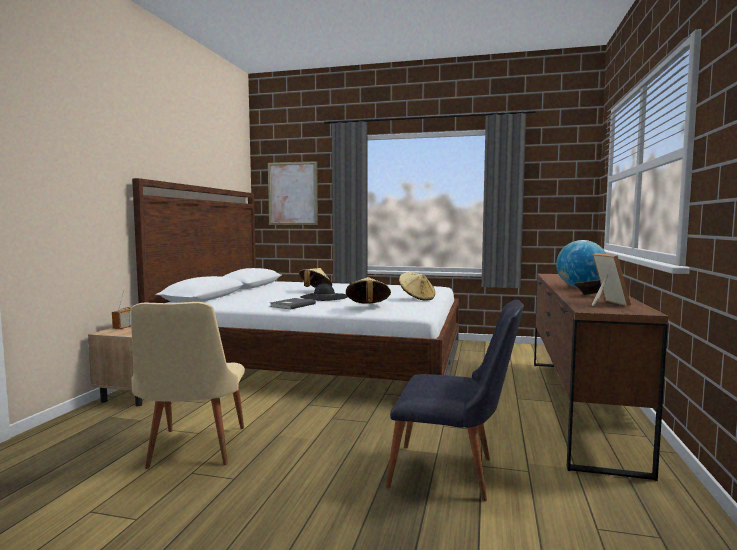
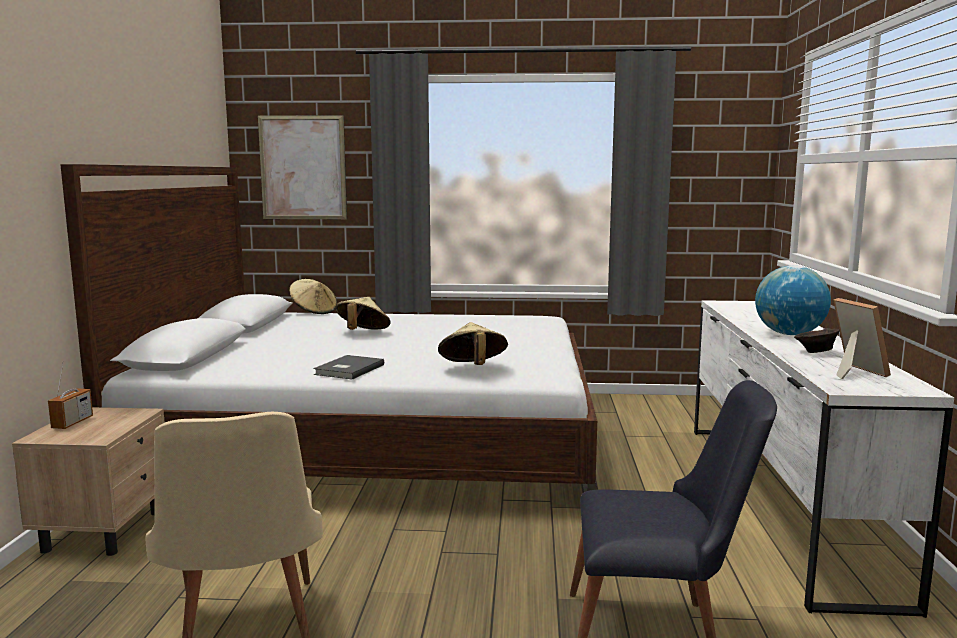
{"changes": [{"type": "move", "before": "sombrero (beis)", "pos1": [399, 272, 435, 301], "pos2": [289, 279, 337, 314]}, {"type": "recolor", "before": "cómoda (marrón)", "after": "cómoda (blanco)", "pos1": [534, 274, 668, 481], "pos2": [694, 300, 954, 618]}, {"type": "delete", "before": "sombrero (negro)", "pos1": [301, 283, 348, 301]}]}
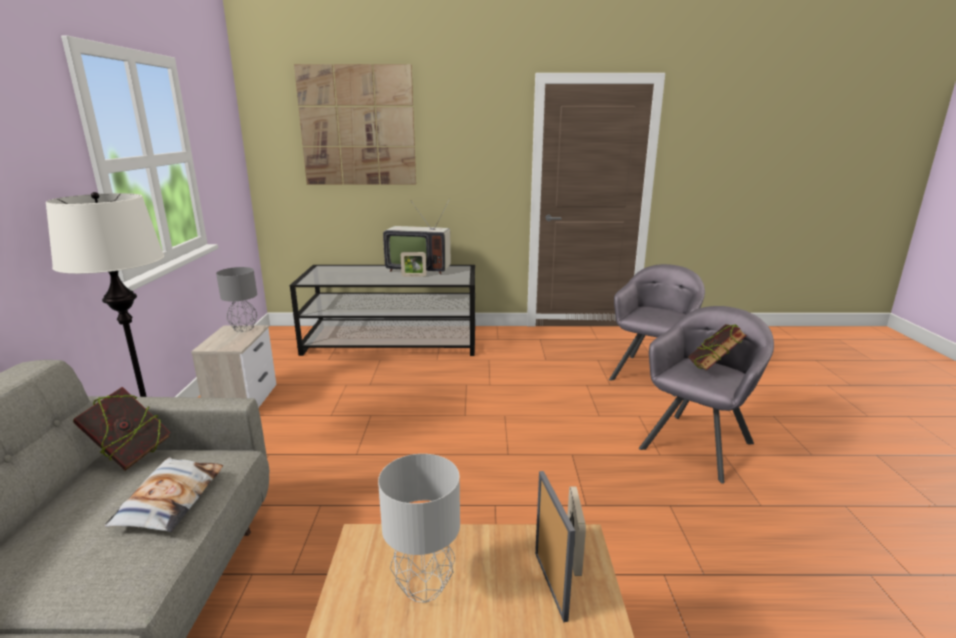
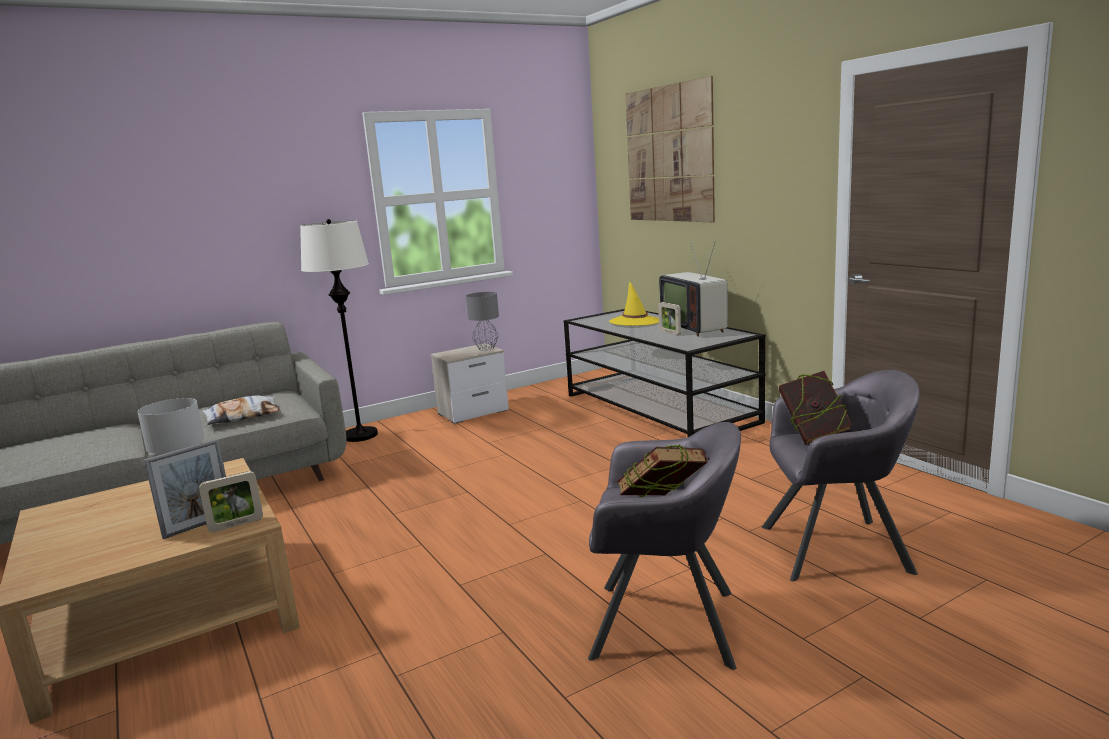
{"changes": [{"type": "move", "before": "libro", "pos1": [73, 387, 171, 471], "pos2": [779, 371, 852, 445]}, {"type": "insert", "after": "sombrero (amarillo)", "pos2": [609, 282, 659, 326]}]}
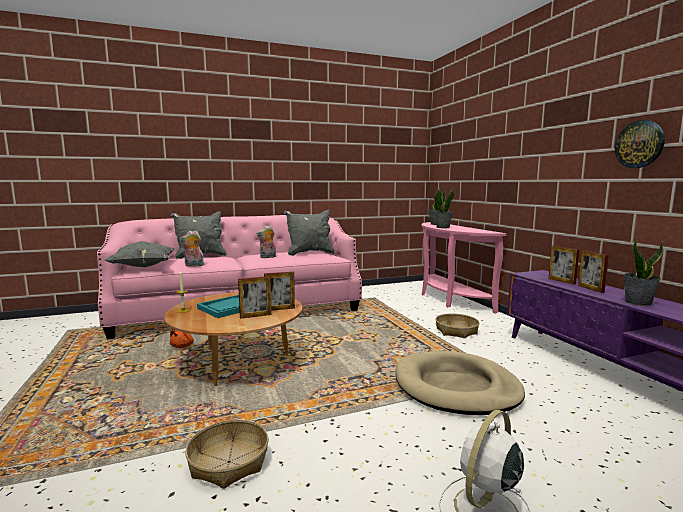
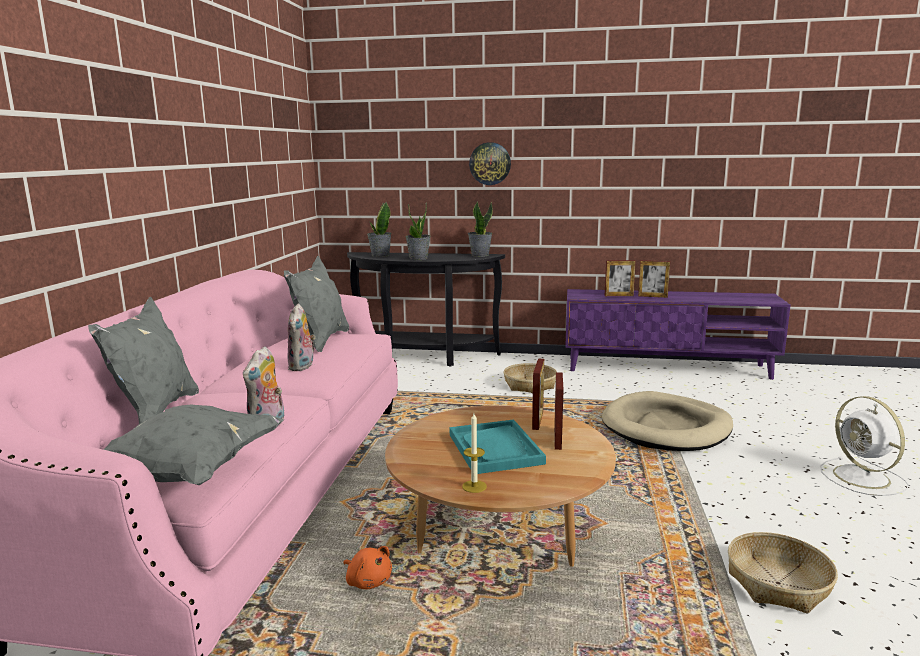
{"changes": [{"type": "move", "before": "reloj de pared", "pos1": [615, 120, 665, 168], "pos2": [469, 142, 511, 185]}, {"type": "recolor", "before": "mesa consola (rosa)", "after": "mesa consola (negro)", "pos1": [422, 222, 507, 314], "pos2": [347, 252, 505, 367]}, {"type": "move", "before": "planta en maceta", "pos1": [624, 237, 664, 306], "pos2": [468, 202, 493, 257]}]}
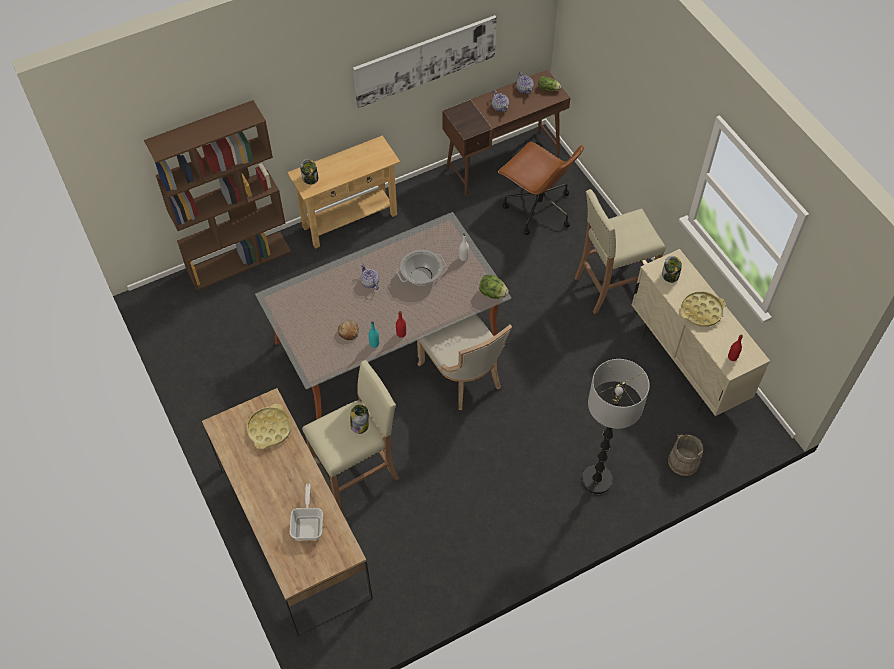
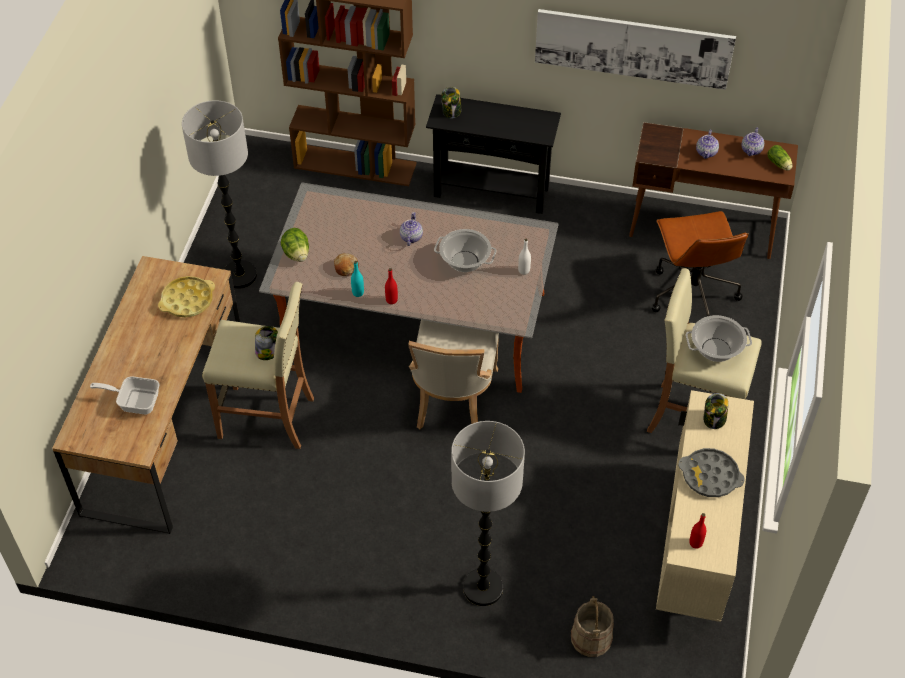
{"changes": [{"type": "recolor", "before": "mesa consola (beis)", "after": "mesa consola (negro)", "pos1": [287, 135, 400, 249], "pos2": [426, 94, 561, 214]}, {"type": "move", "before": "lechuga", "pos1": [479, 275, 509, 299], "pos2": [281, 228, 309, 262]}, {"type": "recolor", "before": "bandeja (amarillo)", "after": "bandeja (gris)", "pos1": [679, 291, 726, 327], "pos2": [678, 448, 745, 497]}, {"type": "rotate", "before": "sartén", "pos1": [290, 484, 323, 540], "pos2": [90, 377, 159, 414], "turn": -120}, {"type": "insert", "after": "lámpara de pie", "pos2": [182, 100, 257, 289]}, {"type": "insert", "after": "olla", "pos2": [686, 315, 752, 362]}]}
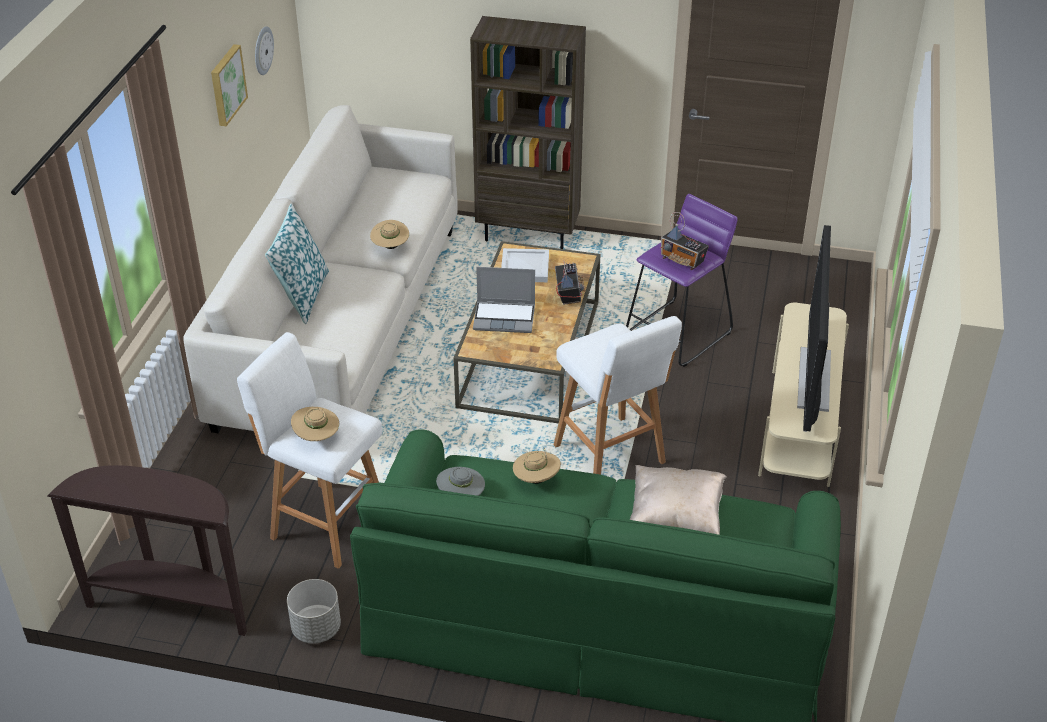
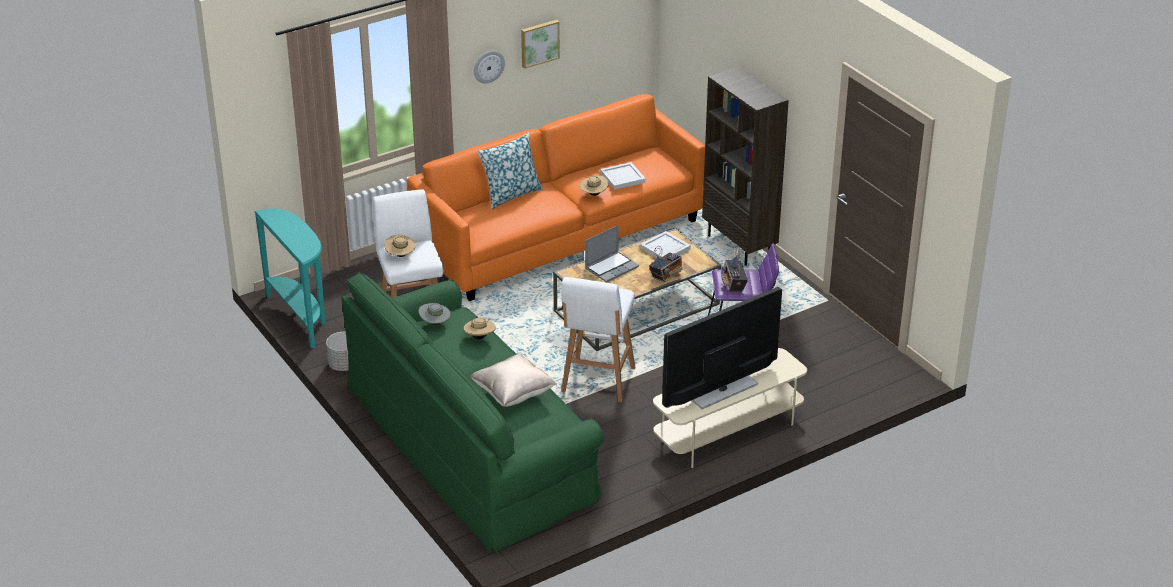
{"changes": [{"type": "move", "before": "reloj de pared", "pos1": [255, 26, 274, 75], "pos2": [474, 51, 505, 83]}, {"type": "recolor", "before": "sofá (blanco)", "after": "sofá (naranja)", "pos1": [183, 105, 458, 433], "pos2": [407, 94, 705, 301]}, {"type": "rotate", "before": "portátil", "pos1": [473, 267, 535, 333], "pos2": [585, 225, 639, 283], "turn": -90}, {"type": "recolor", "before": "mesa consola (marrón)", "after": "mesa consola (turquesa)", "pos1": [48, 465, 247, 636], "pos2": [254, 209, 326, 348]}, {"type": "insert", "after": "bandeja (blanco)", "pos2": [600, 162, 646, 190]}]}
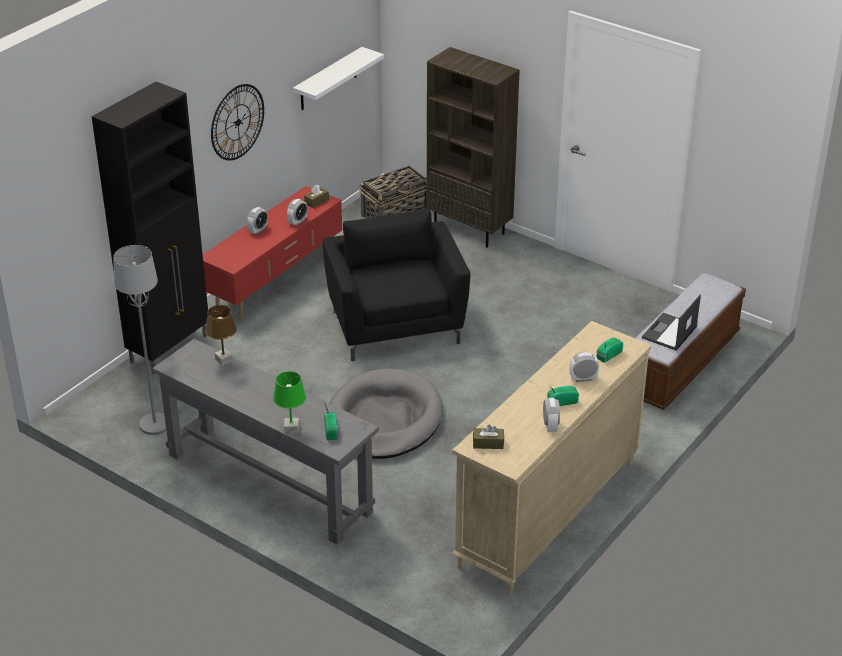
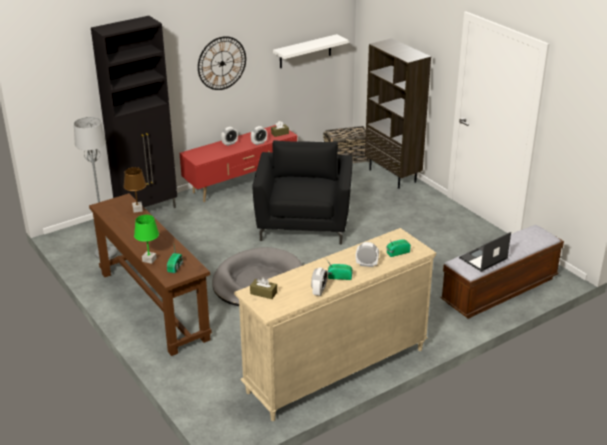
{"changes": [{"type": "recolor", "before": "mesa consola (gris)", "after": "mesa consola (marrón)", "pos1": [152, 339, 379, 545], "pos2": [89, 193, 212, 356]}]}
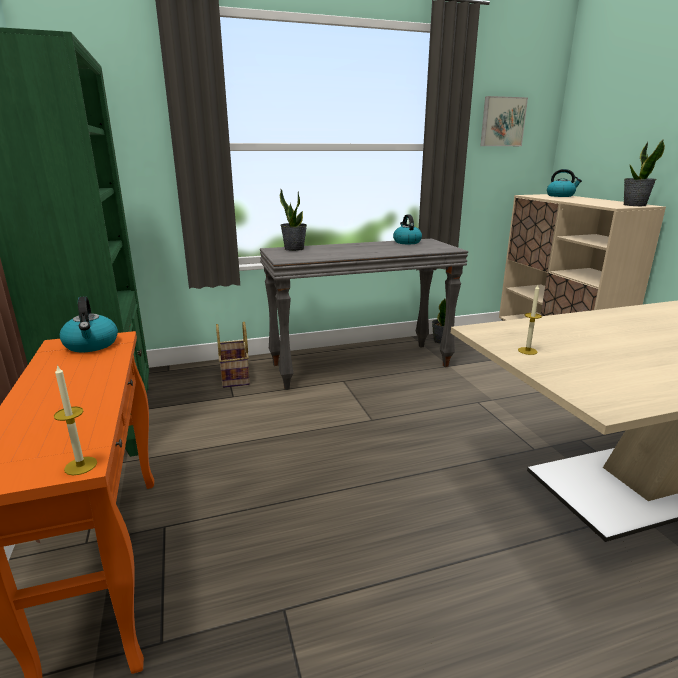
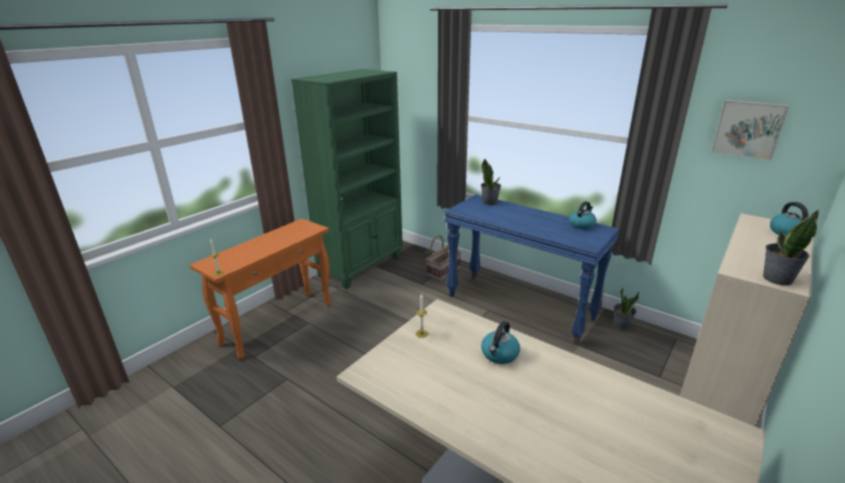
{"changes": [{"type": "recolor", "before": "mesa consola (gris)", "after": "mesa consola (azul)", "pos1": [260, 239, 468, 390], "pos2": [444, 194, 620, 345]}, {"type": "move", "before": "hervidor", "pos1": [60, 296, 118, 352], "pos2": [481, 321, 520, 364]}]}
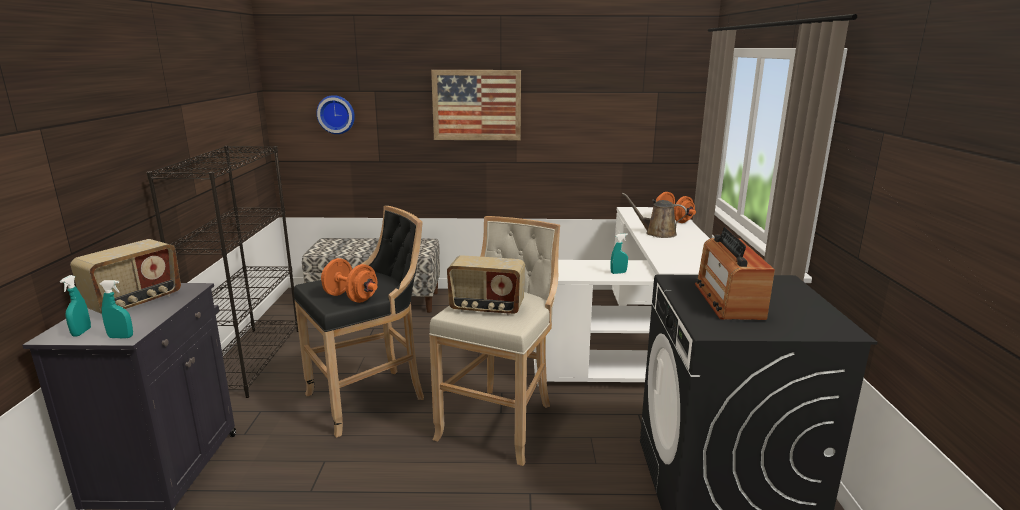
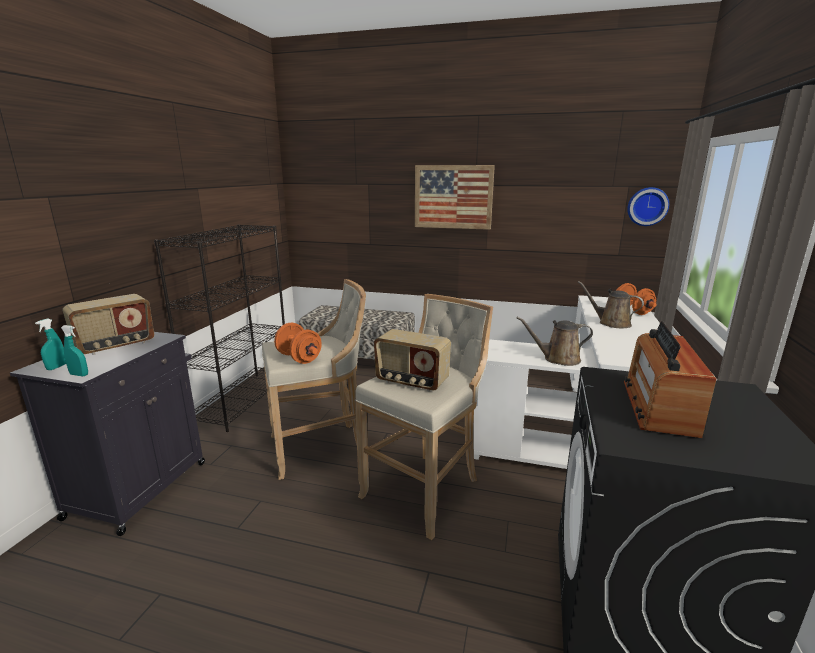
{"changes": [{"type": "move", "before": "reloj de pared", "pos1": [316, 95, 355, 134], "pos2": [627, 187, 669, 226]}, {"type": "recolor", "before": "taburete (negro)", "after": "taburete (beis)", "pos1": [294, 206, 424, 438], "pos2": [262, 279, 366, 480]}, {"type": "replace", "before": "pulverizador (turquesa)", "after": "regadera (marrón)", "pos1": [610, 233, 628, 274], "pos2": [516, 317, 593, 366]}]}
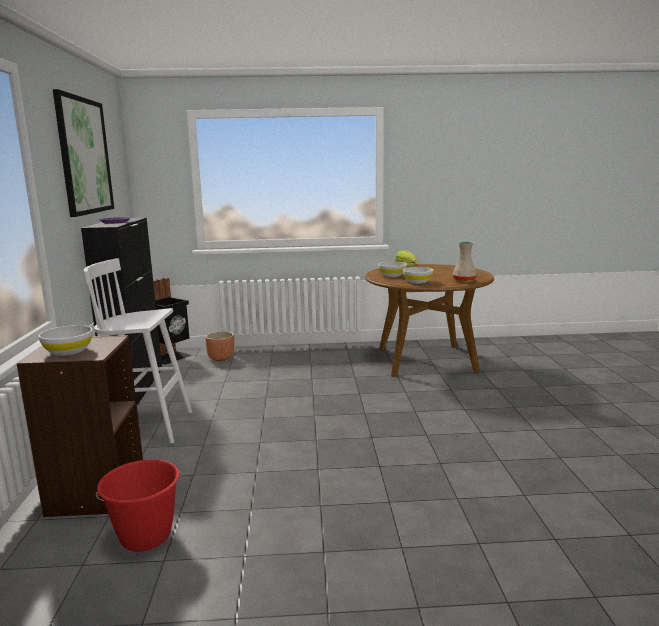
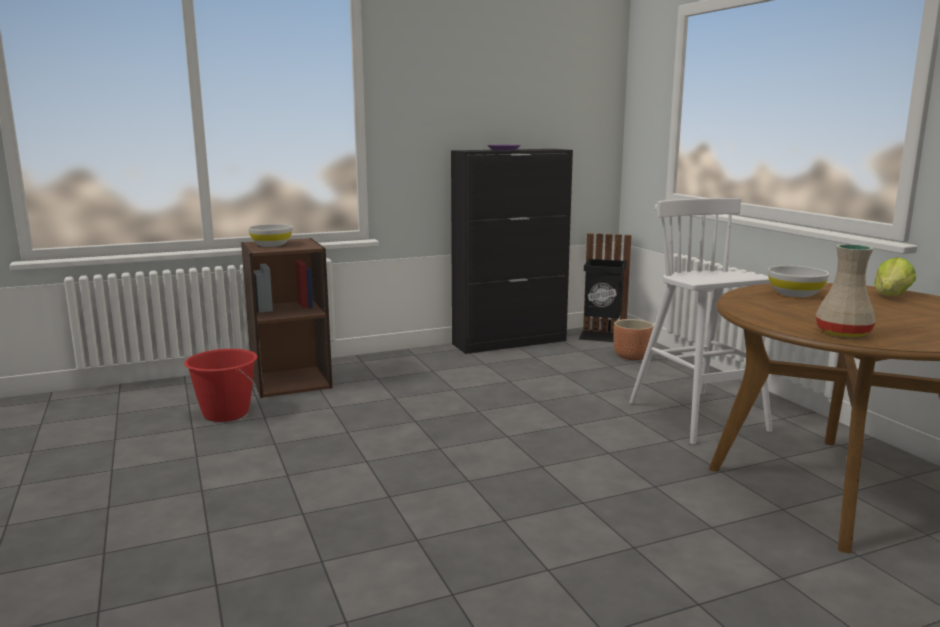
{"changes": [{"type": "delete", "before": "cuadro", "pos1": [53, 89, 114, 217]}, {"type": "move", "before": "taburete (blanco)", "pos1": [84, 258, 192, 444], "pos2": [629, 198, 772, 445]}, {"type": "delete", "before": "cuenco (blanco)", "pos1": [403, 267, 433, 284]}]}
